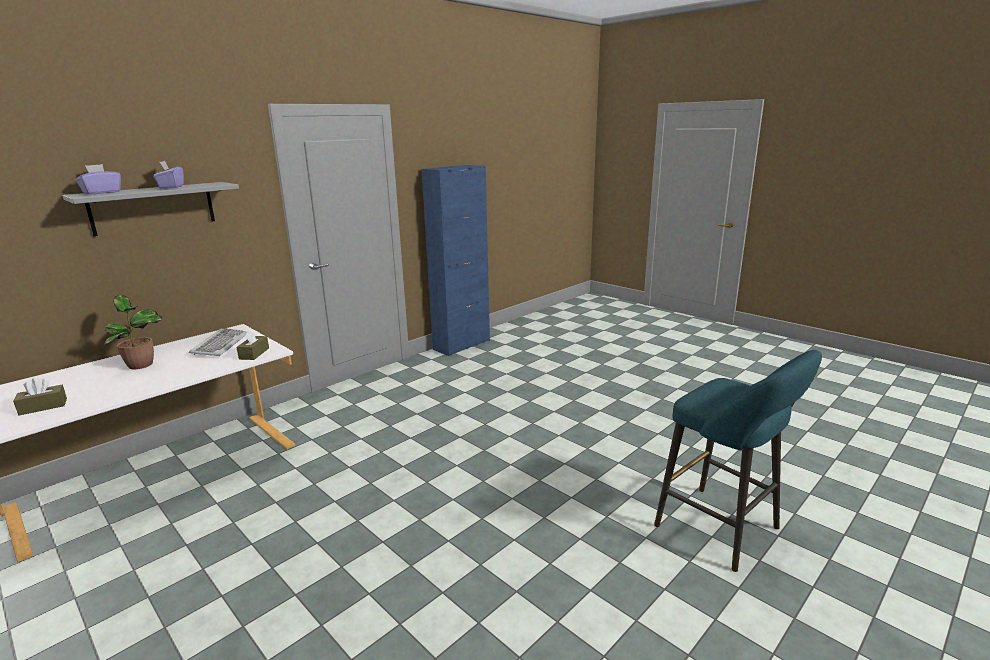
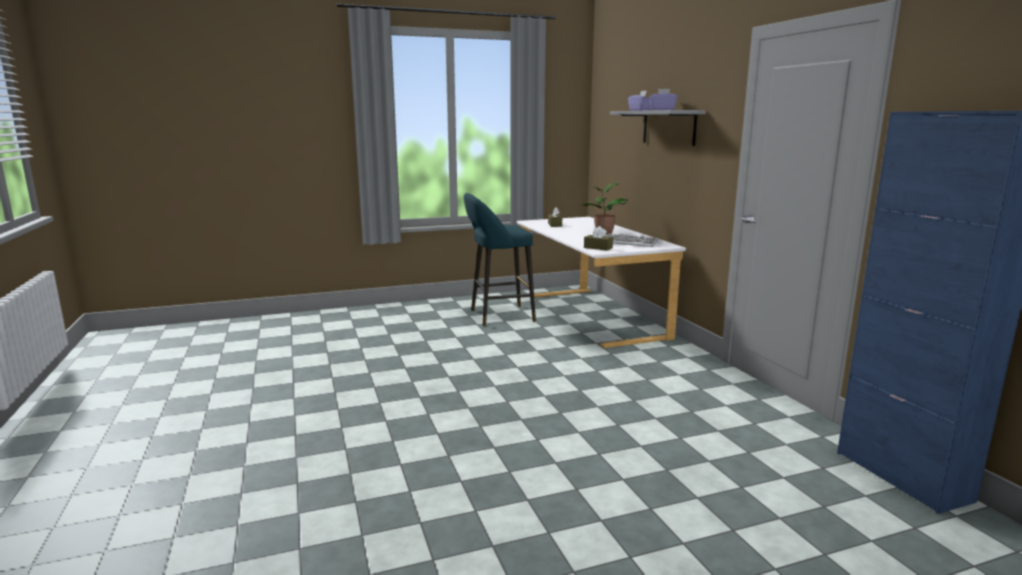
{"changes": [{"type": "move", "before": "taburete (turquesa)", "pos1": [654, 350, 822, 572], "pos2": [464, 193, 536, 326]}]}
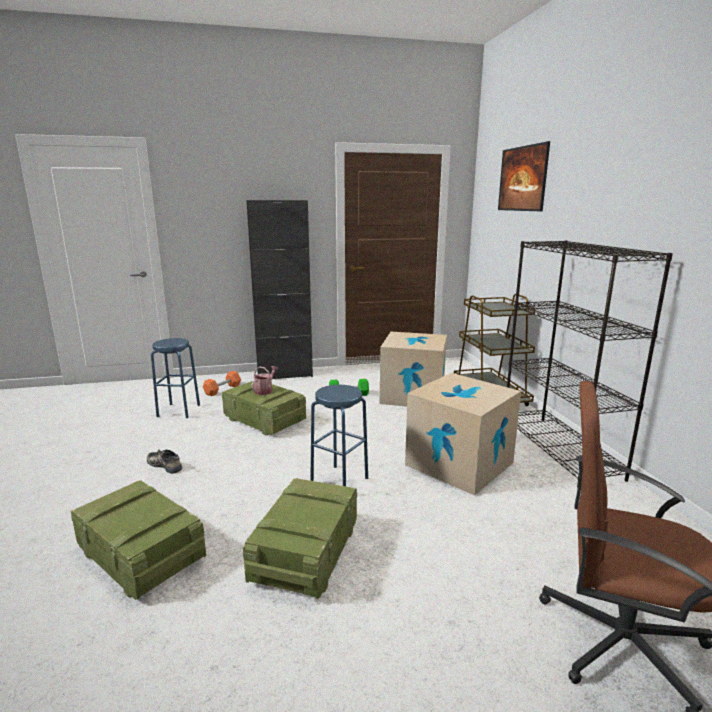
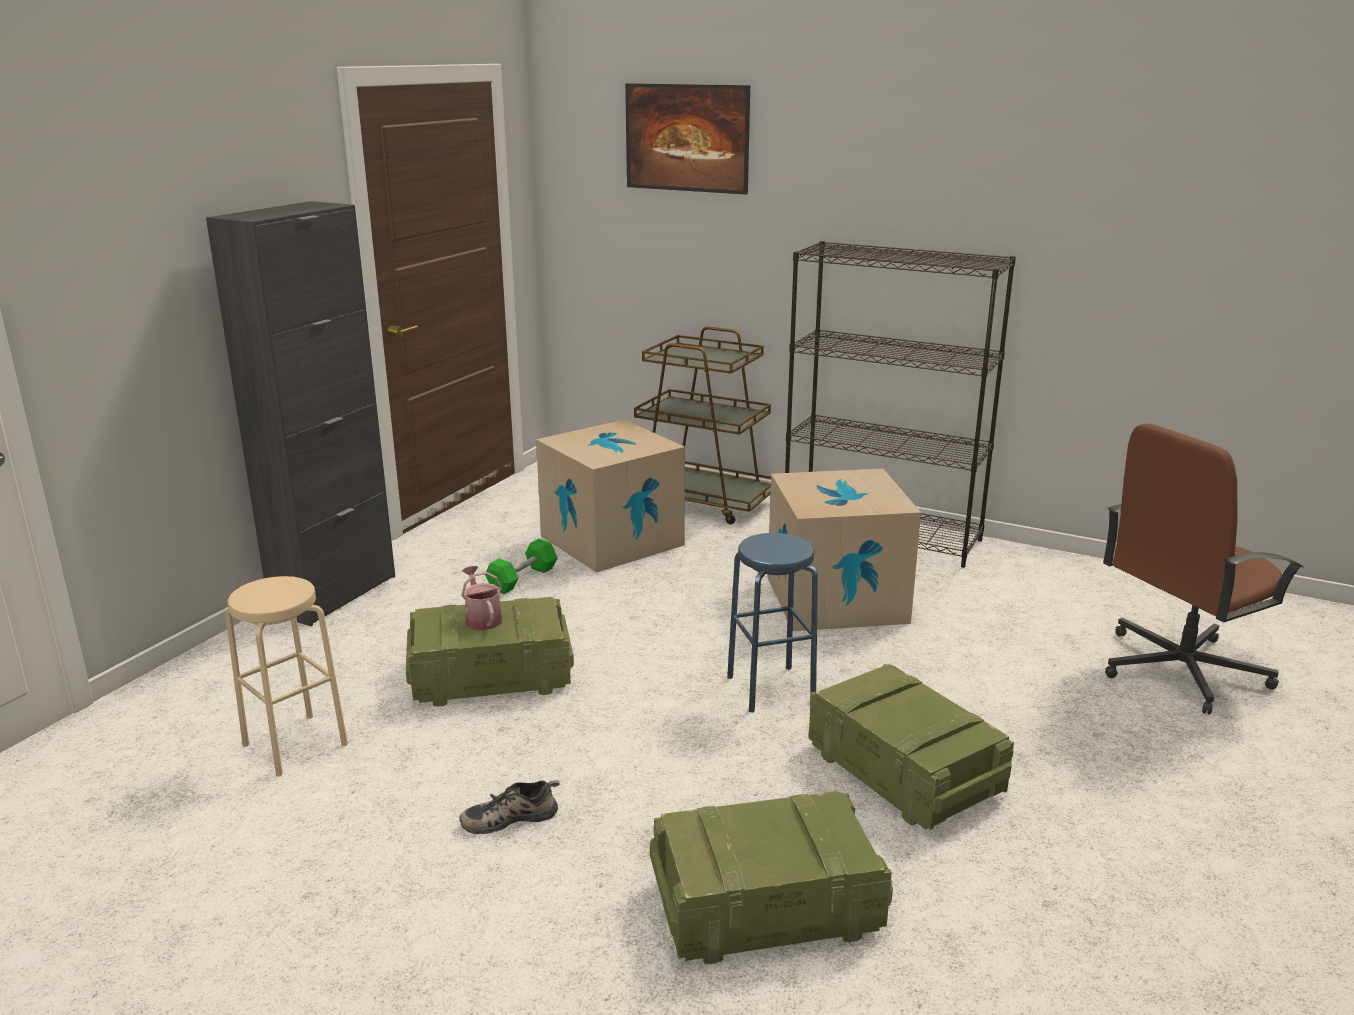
{"changes": [{"type": "recolor", "before": "taburete (azul)", "after": "taburete (beis)", "pos1": [151, 338, 200, 418], "pos2": [225, 576, 348, 776]}, {"type": "delete", "before": "mancuerna (naranja)", "pos1": [203, 371, 241, 396]}]}
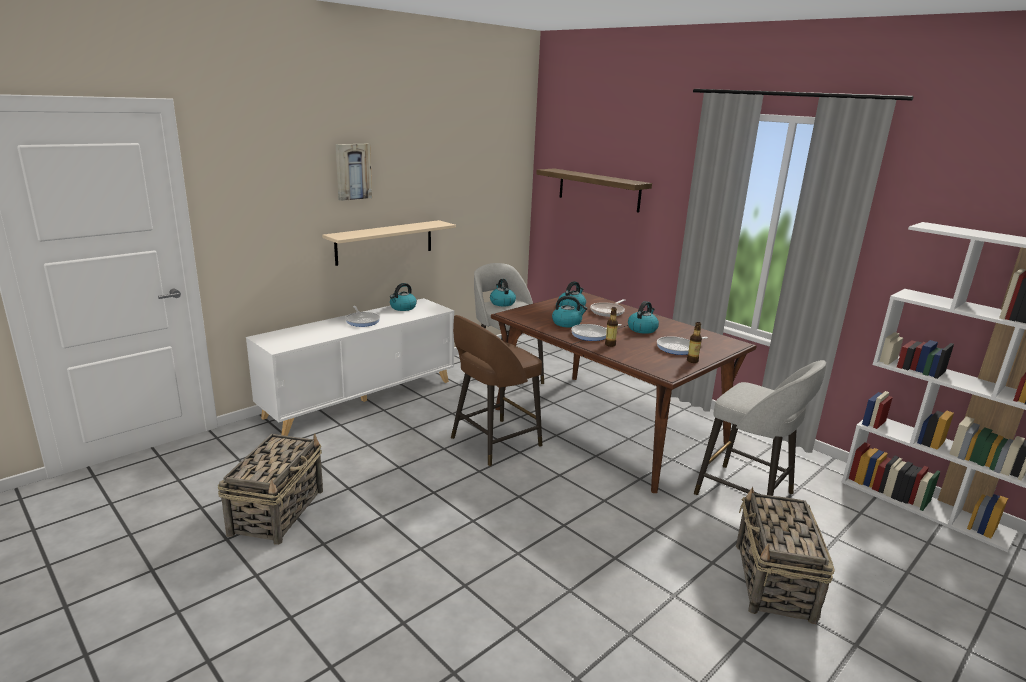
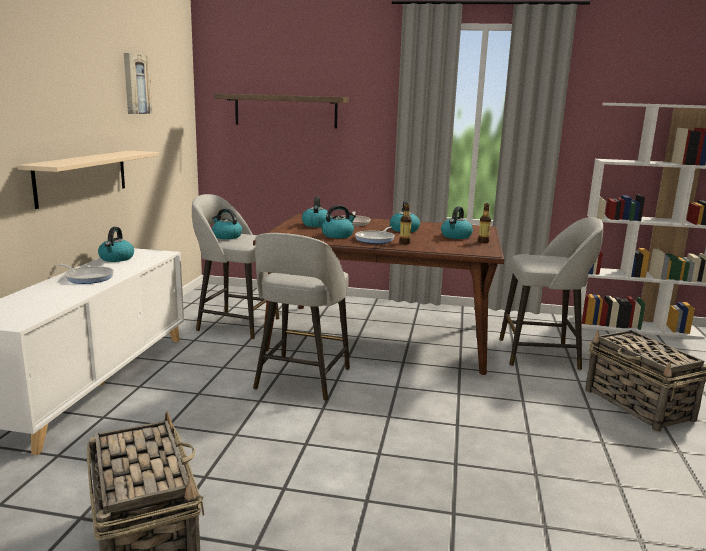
{"changes": [{"type": "move", "before": "cuadro", "pos1": [336, 144, 372, 201], "pos2": [124, 53, 152, 114]}, {"type": "recolor", "before": "taburete (marrón)", "after": "taburete (gris)", "pos1": [451, 315, 542, 466], "pos2": [253, 233, 350, 401]}, {"type": "replace", "before": "sartén", "after": "hervidor", "pos1": [657, 336, 708, 355], "pos2": [441, 206, 473, 239]}]}
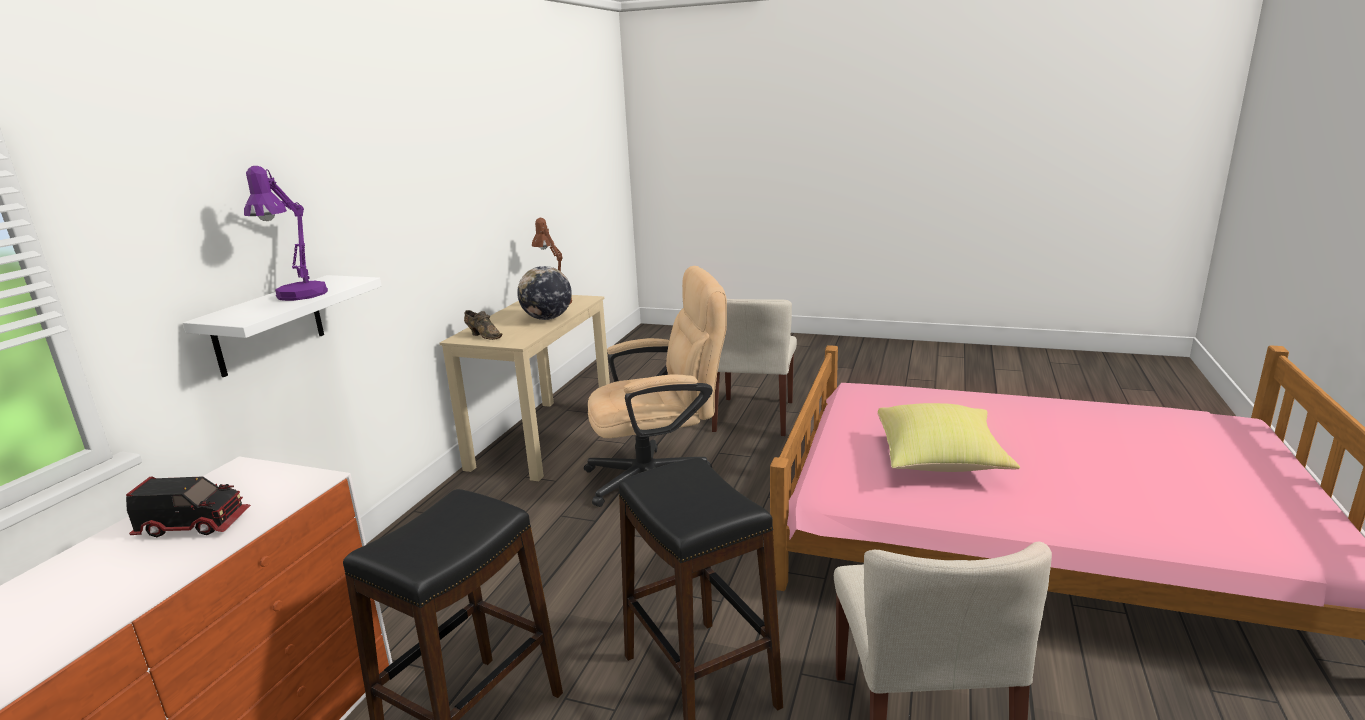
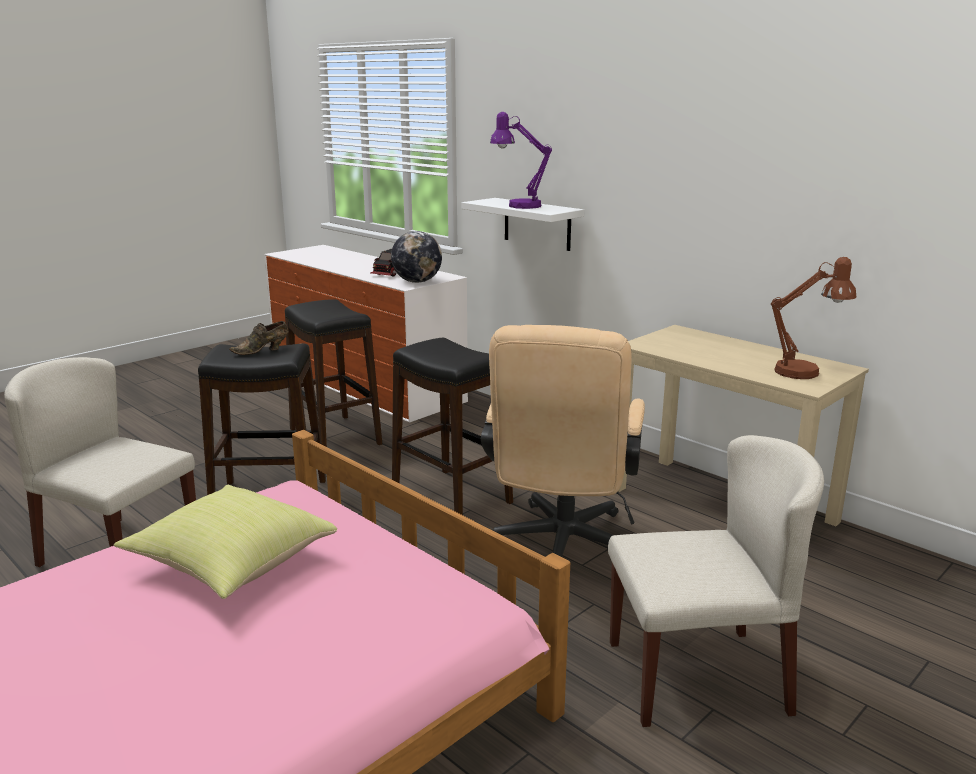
{"changes": [{"type": "move", "before": "globo terráqueo", "pos1": [517, 266, 572, 320], "pos2": [391, 231, 442, 283]}, {"type": "rotate", "before": "silla (beis)", "pos1": [712, 299, 797, 436], "pos2": [608, 435, 824, 727], "turn": 135}, {"type": "move", "before": "zapato (marrón)", "pos1": [464, 310, 502, 340], "pos2": [229, 321, 289, 355]}, {"type": "insert", "after": "taburete (negro)", "pos2": [392, 338, 513, 515]}]}
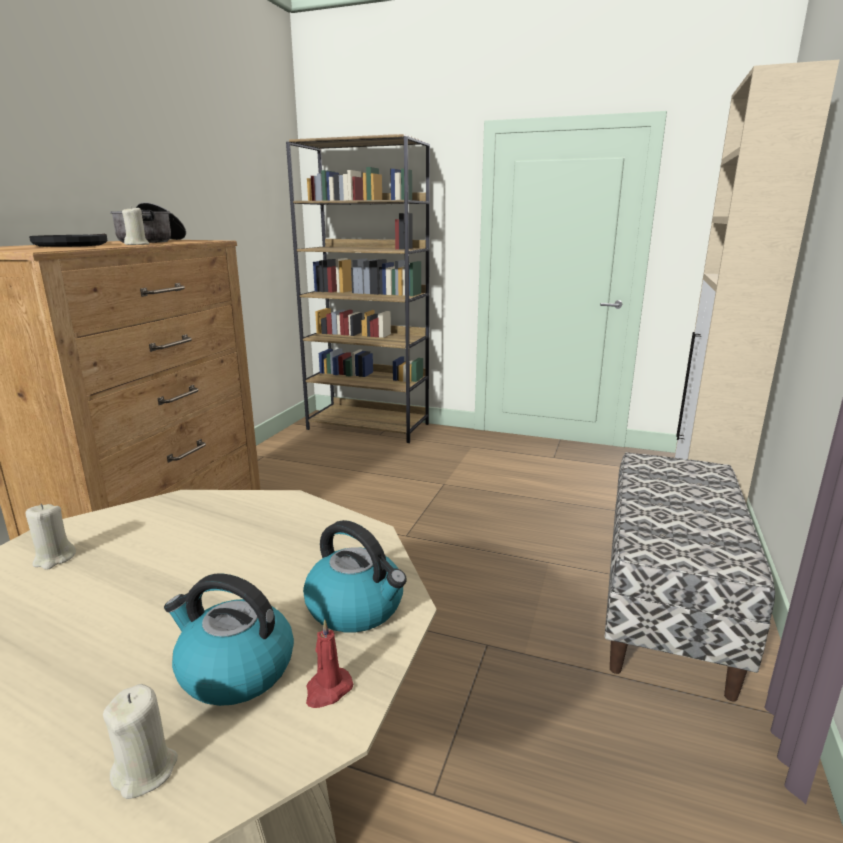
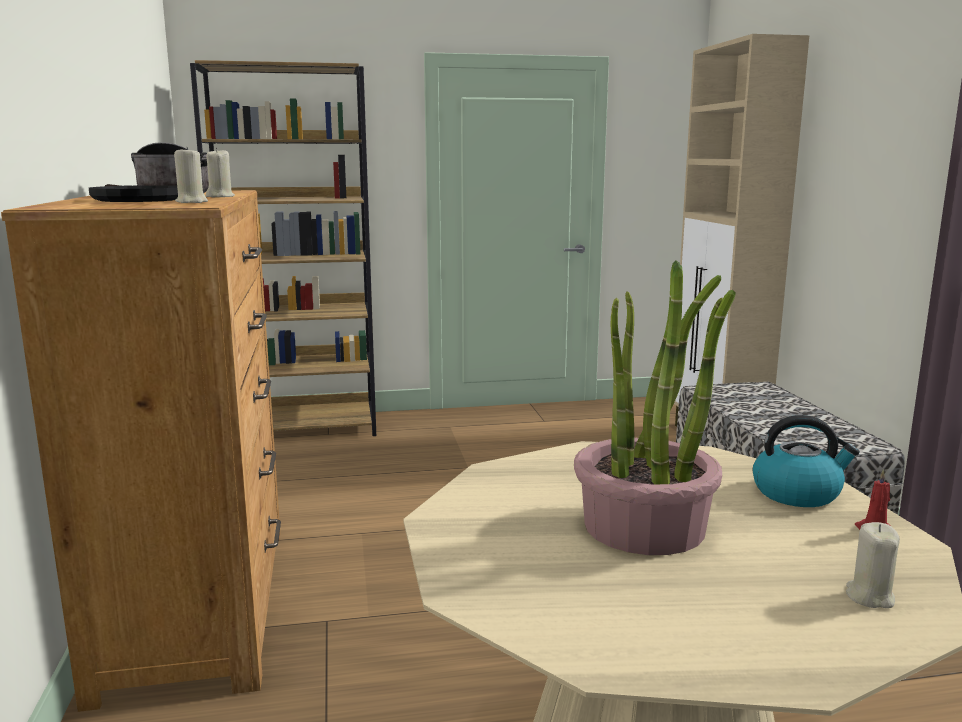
{"changes": [{"type": "move", "before": "vela (beis)", "pos1": [26, 504, 76, 570], "pos2": [174, 147, 208, 203]}, {"type": "delete", "before": "hervidor", "pos1": [164, 573, 294, 706]}, {"type": "insert", "after": "planta en maceta", "pos2": [574, 260, 736, 555]}]}
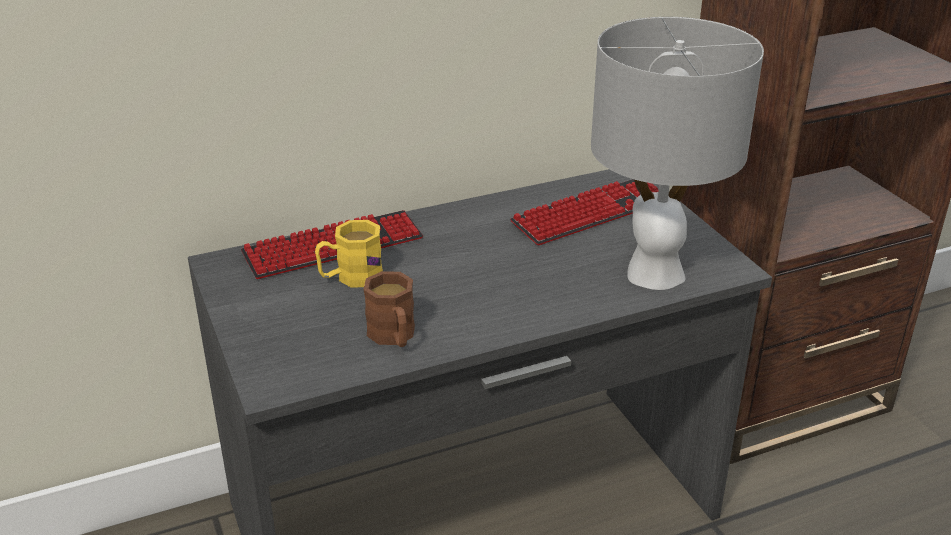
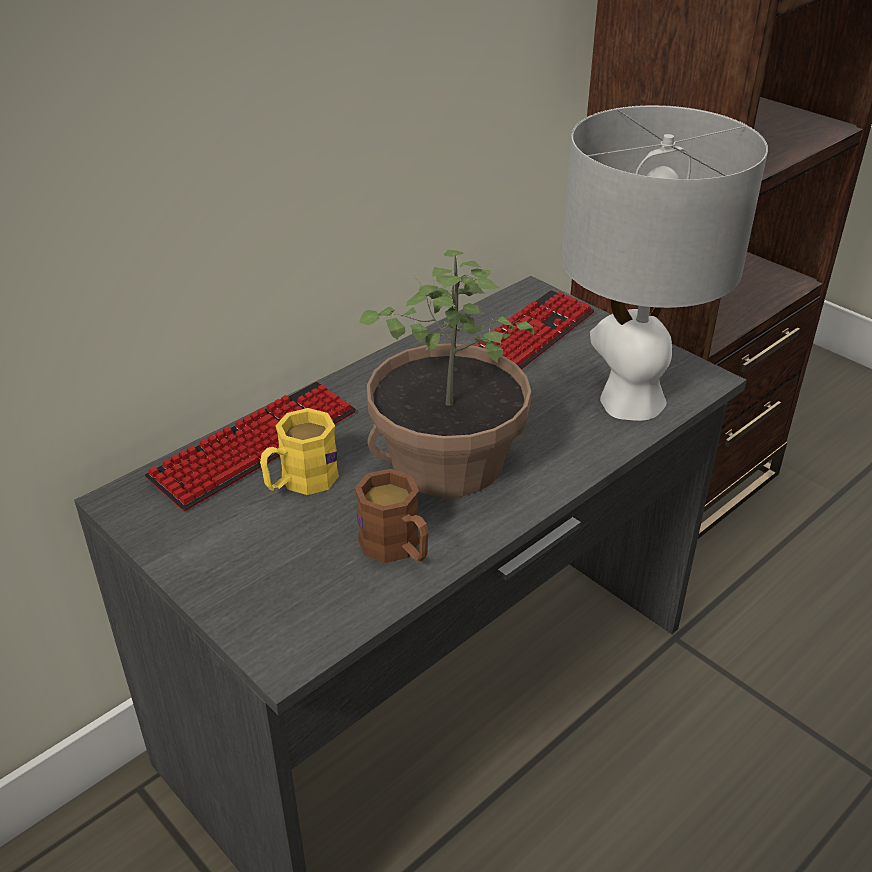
{"changes": [{"type": "insert", "after": "planta en maceta", "pos2": [358, 249, 535, 497]}]}
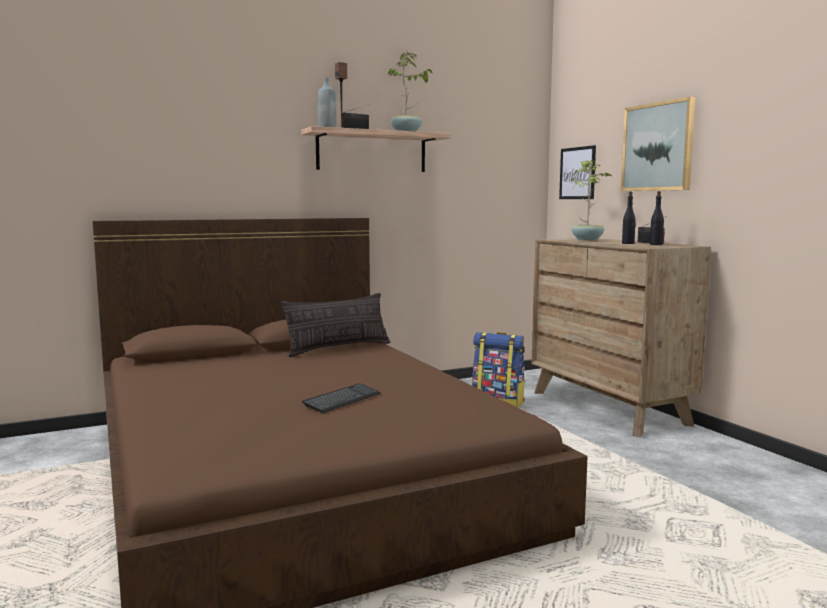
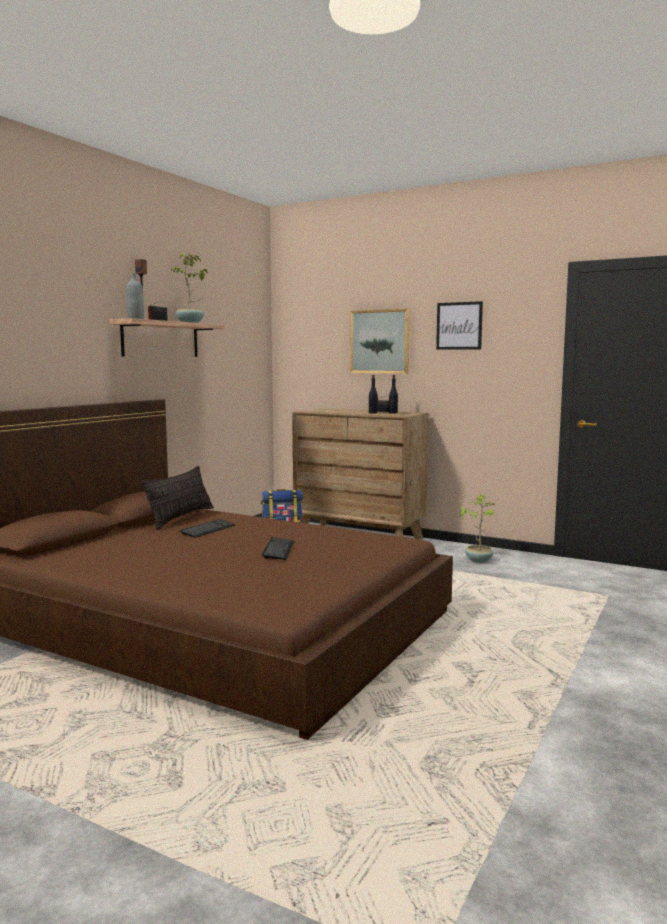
{"changes": [{"type": "move", "before": "cuadro", "pos1": [559, 145, 596, 199], "pos2": [436, 301, 483, 350]}, {"type": "move", "before": "planta en maceta", "pos1": [571, 160, 613, 241], "pos2": [459, 493, 496, 563]}, {"type": "insert", "after": "teclado", "pos2": [180, 519, 235, 538]}]}
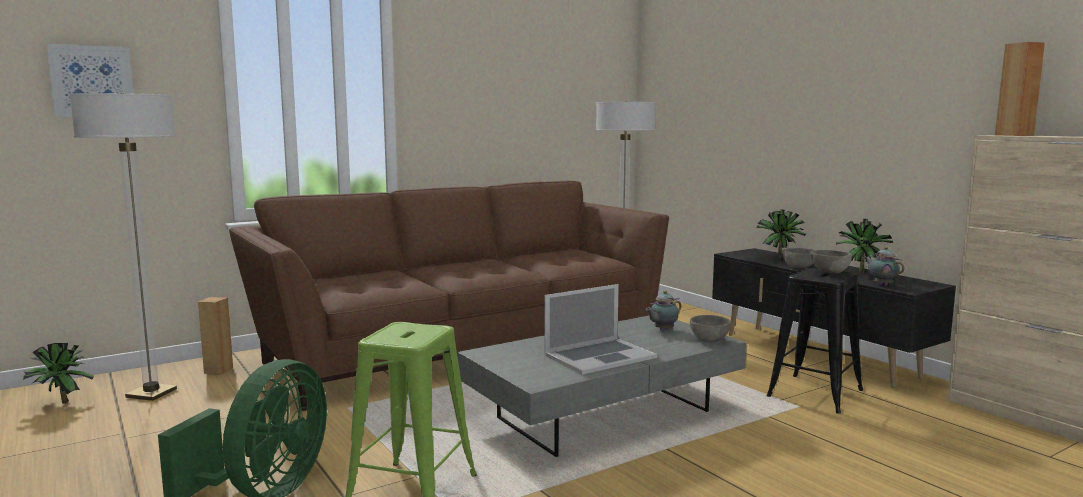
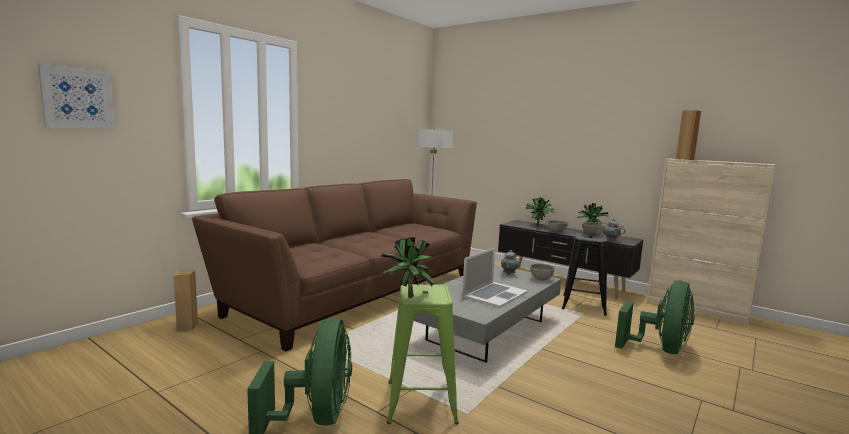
{"changes": [{"type": "delete", "before": "lámpara de pie", "pos1": [70, 93, 177, 401]}, {"type": "move", "before": "planta en maceta", "pos1": [23, 343, 94, 404], "pos2": [381, 237, 435, 298]}, {"type": "insert", "after": "ventilador (verde)", "pos2": [615, 280, 695, 354]}]}
